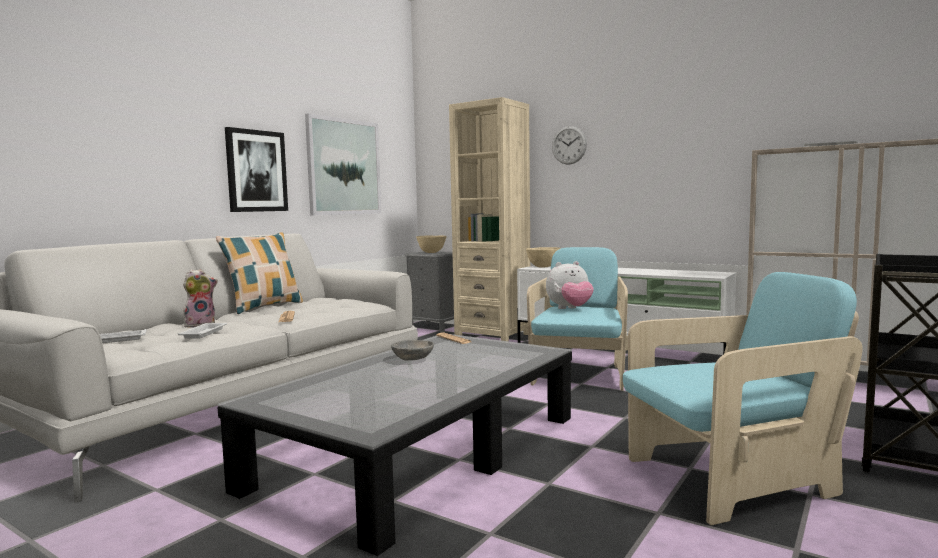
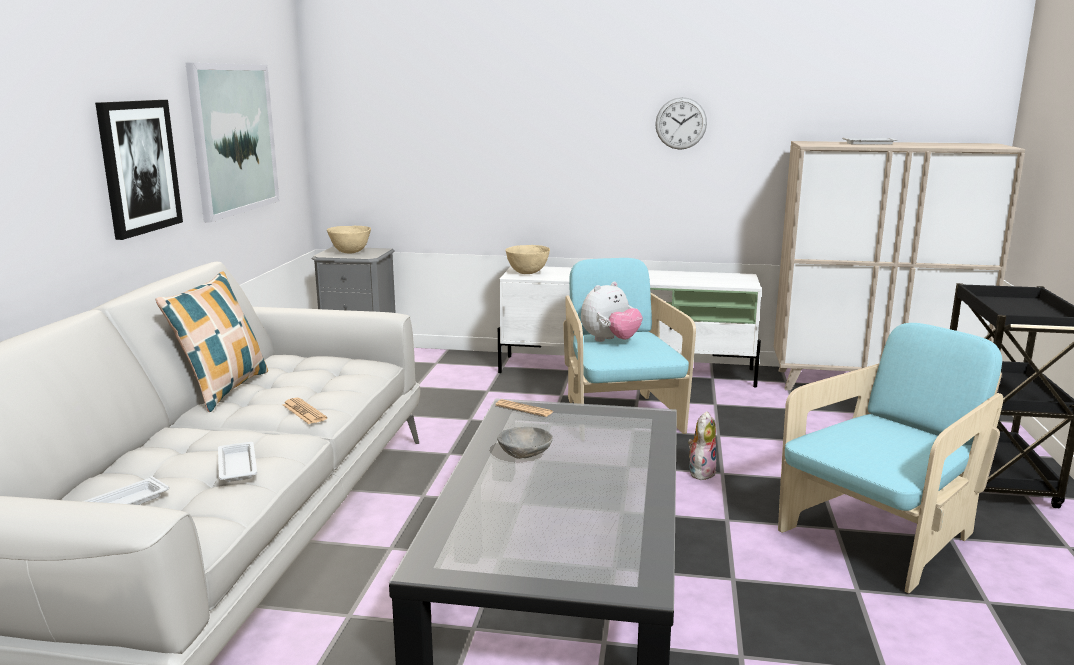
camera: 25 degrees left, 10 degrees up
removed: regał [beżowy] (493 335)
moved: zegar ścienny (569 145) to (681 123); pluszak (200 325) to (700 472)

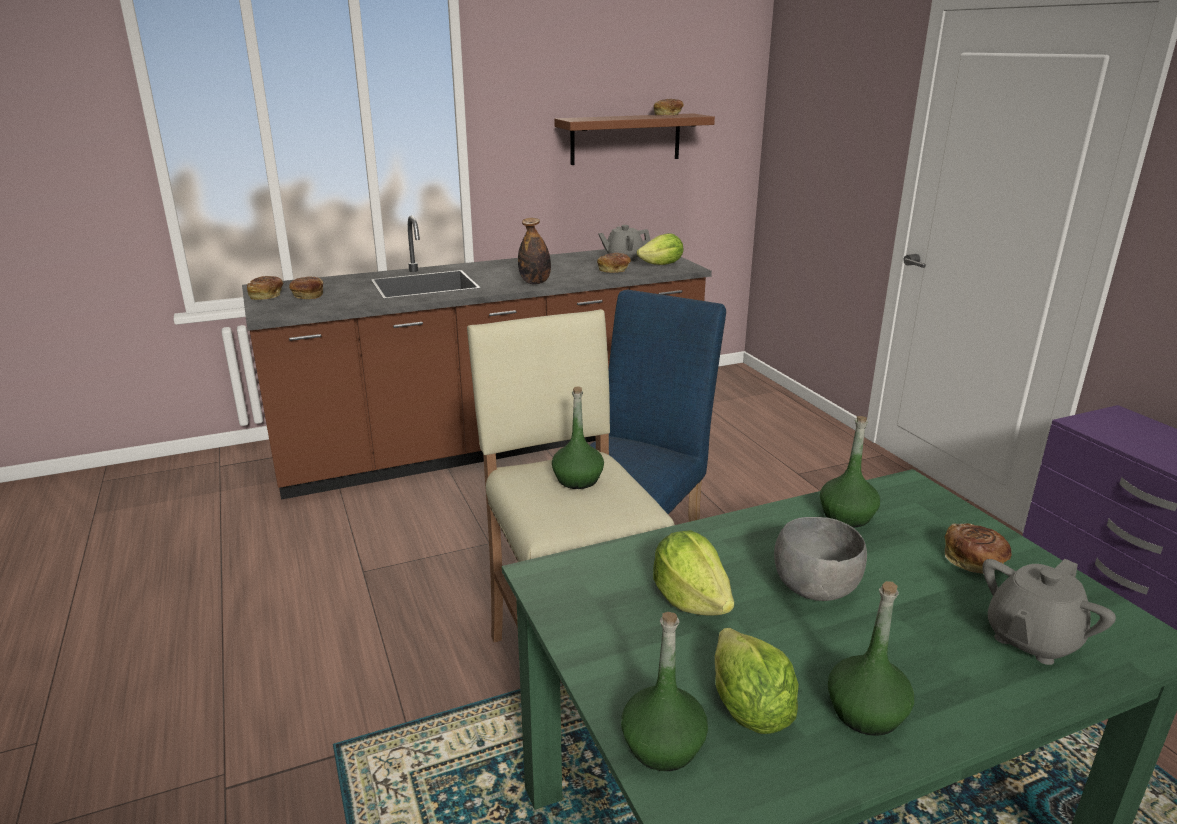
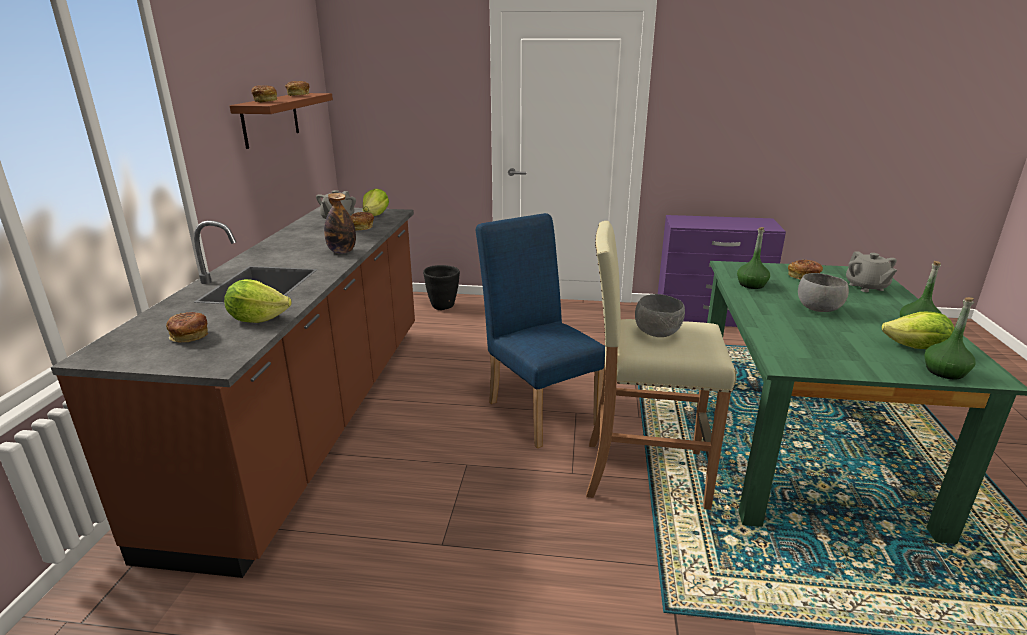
camera: 60 degrees left, 0 degrees up
added: donica [czarny] (443 306)
moved: sałata (691 599) to (258 319); chleb (266 296) to (265 101)
replaced: butelka [zielony] (578 480) to miska [szary] (658 333)

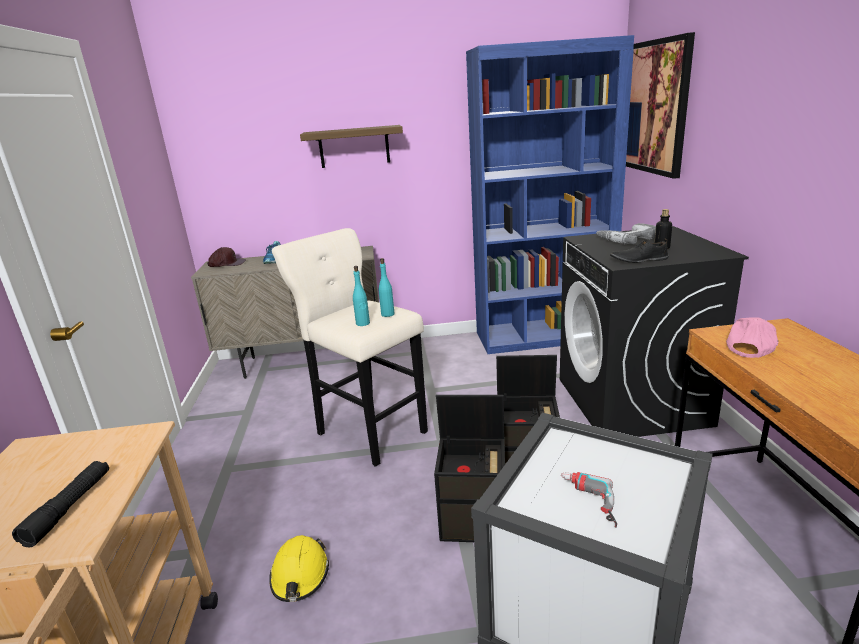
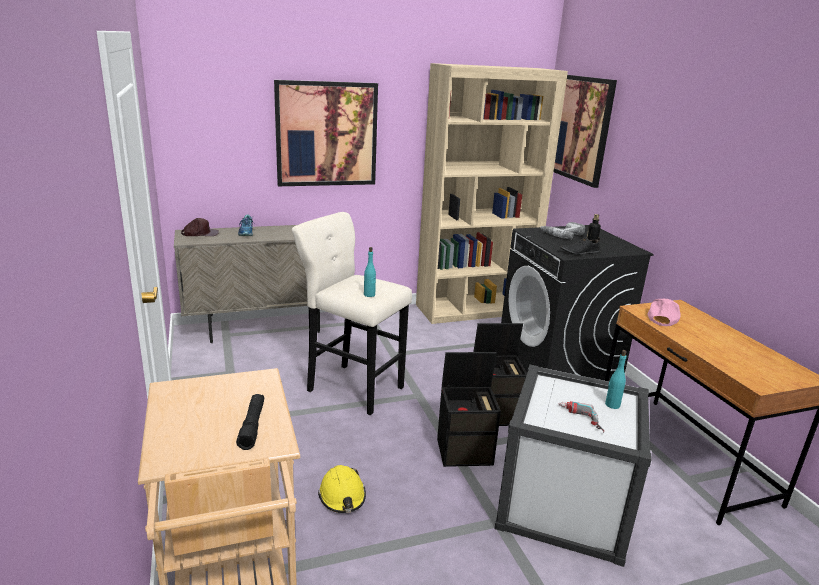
camera: 15 degrees left, 0 degrees up
moved: butelka [turkusowy] (387 314) to (612 405)
replaced: półka (354 146) to obraz (326 134)
recoloured: regał [niebieski] (543 336) to regał [beżowy] (474 309)

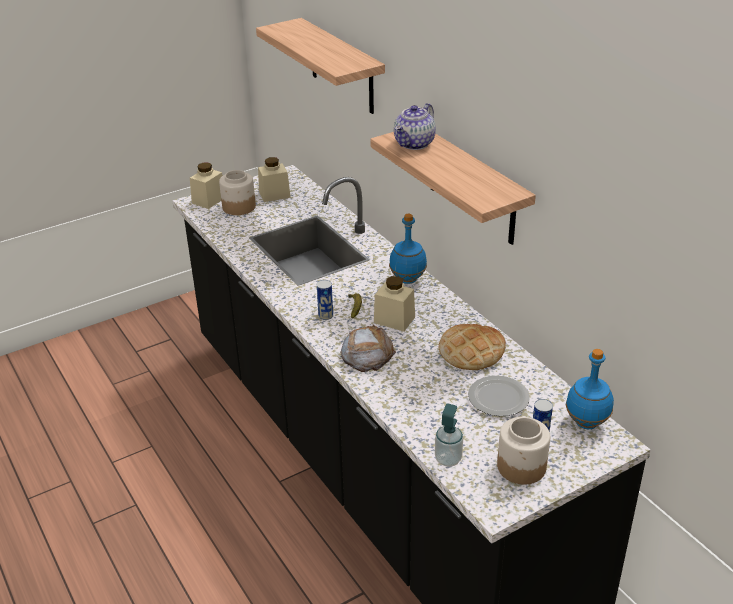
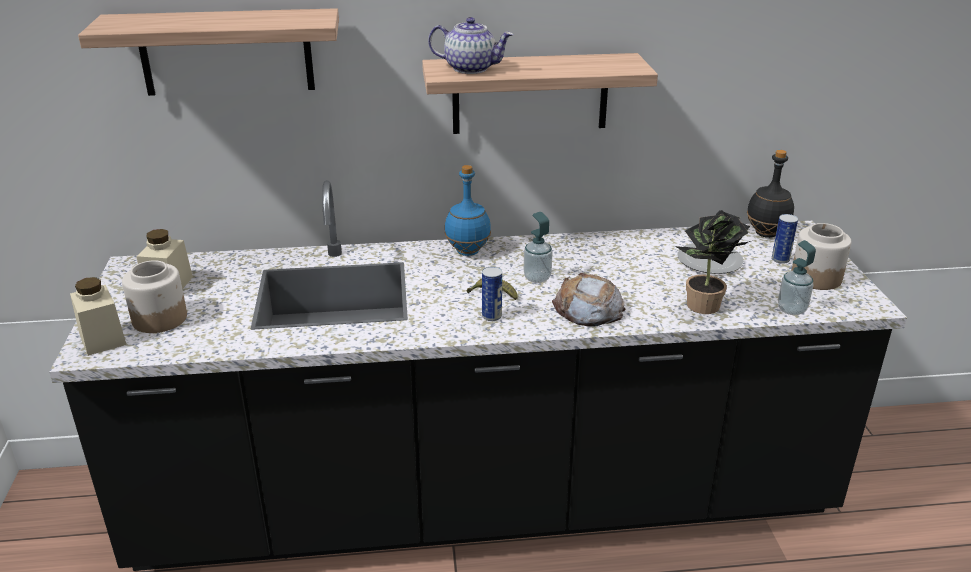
camera: 65 degrees left, 5 degrees down
removed: chleb (471 352)
added: roślina doniczkowa (705 308)
replaced: słoik [beżowy] (394 320) to dozownik mydła (537 278)
recoloured: butelka [niebieski] (586 422) to butelka [czarny] (765 234)
turned: imbryk (414 144) = (471 68) 45 degrees counterclockwise

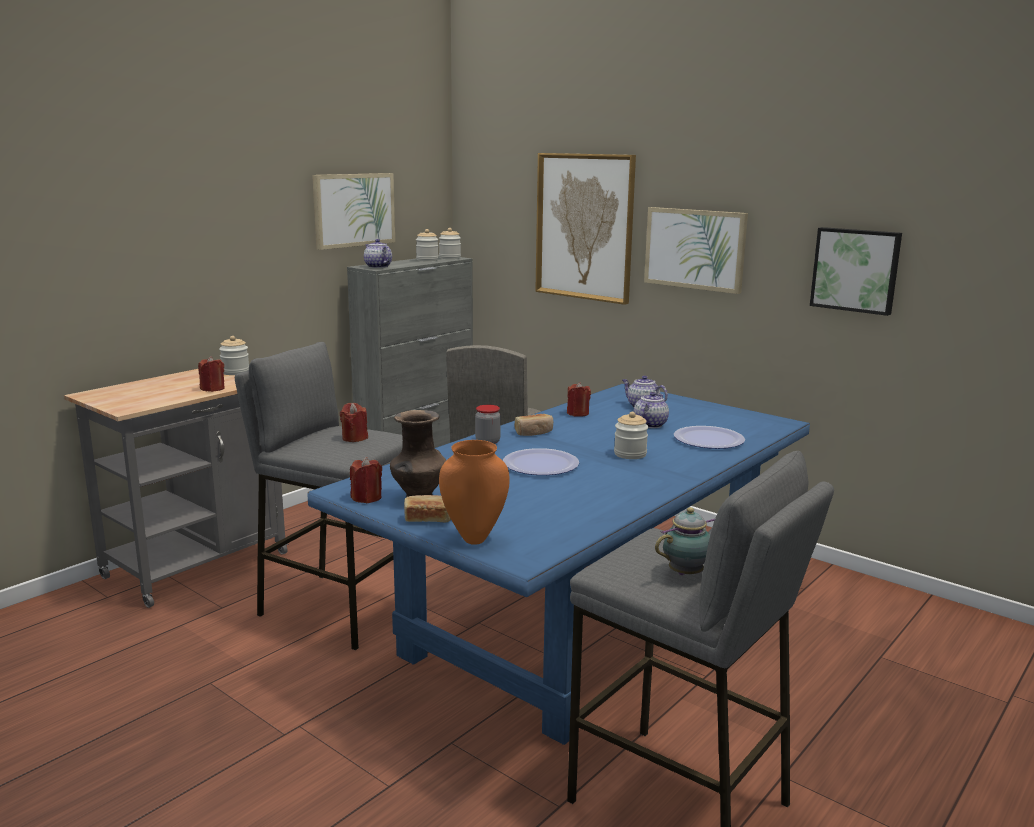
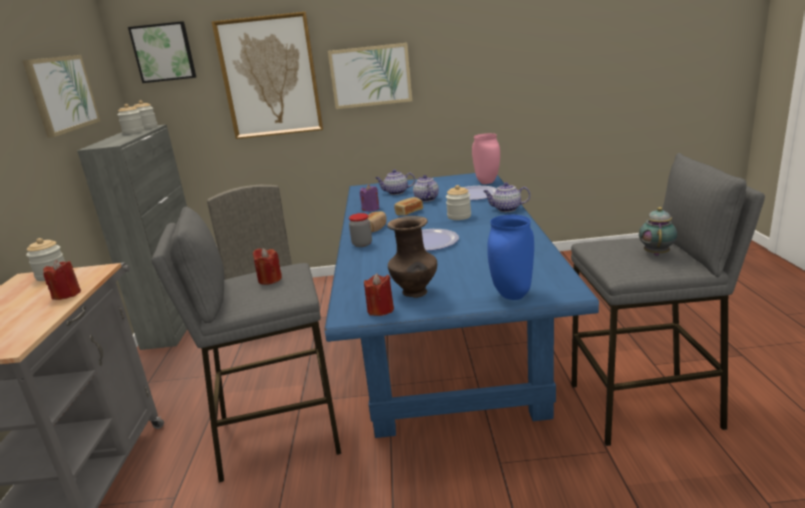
camera: 40 degrees left, 5 degrees up
added: wazon [różowy] (486 182)
moved: obraz (856 270) to (164 52); chleb (429 519) to (408 212); imbryk (377 267) to (506 209)
recoloured: świeca [czerwony] (578 413) to świeca [fioletowy] (371 209); wazon [pomarańczowy] (474 539) to wazon [niebieski] (513 296)

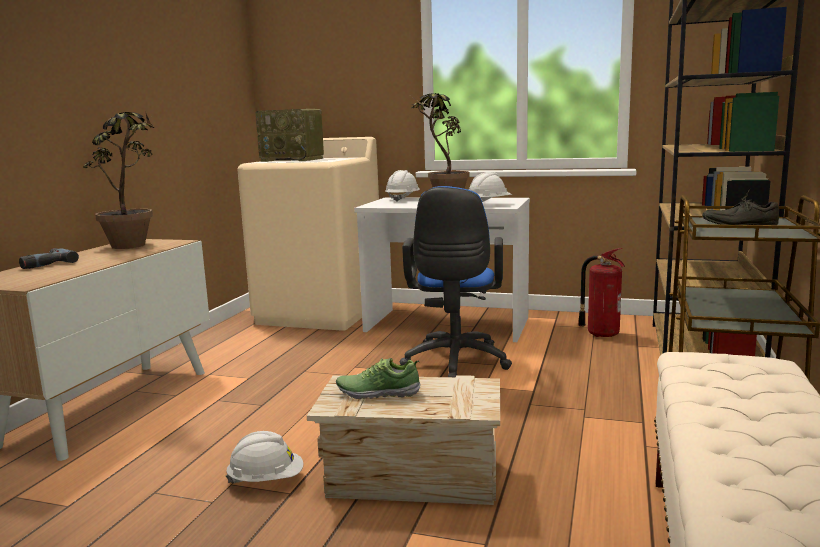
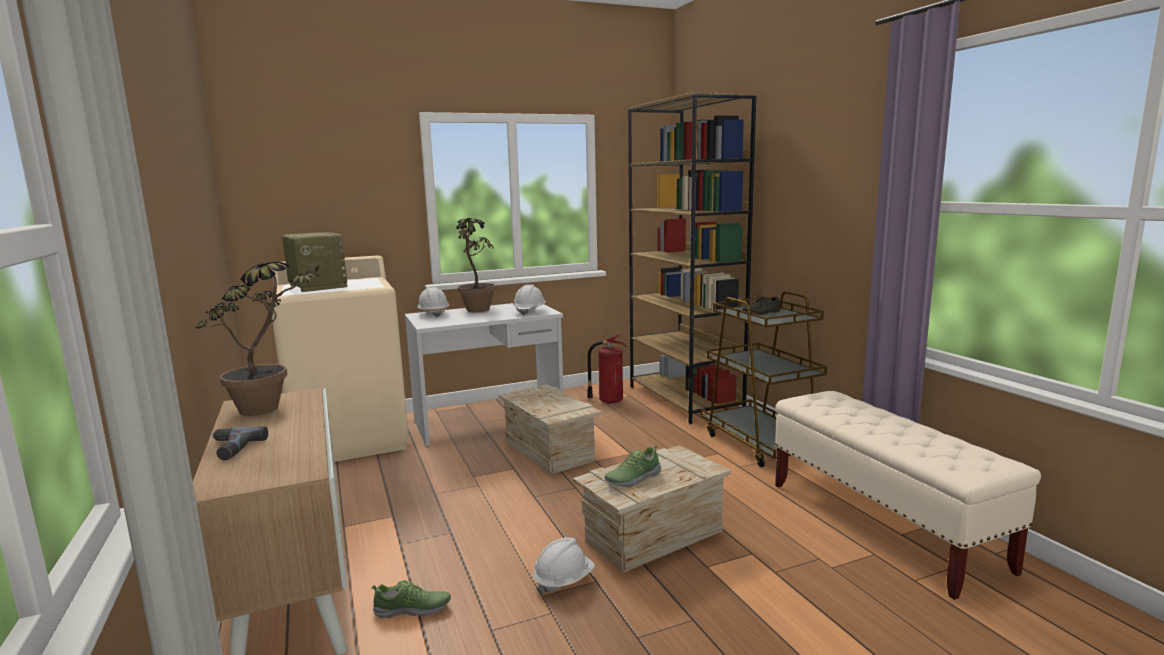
camera: 40 degrees left, 0 degrees up
added: but (413 610)
replaced: krzesło biurowe [niebieski] (455 364) to skrzynka (548 450)
turned: radio (293 160) = (316 286) 105 degrees counterclockwise

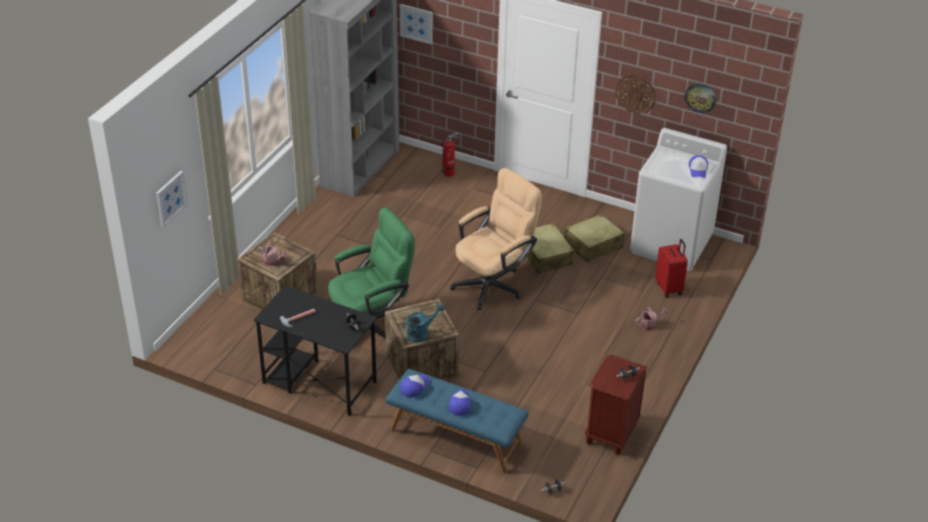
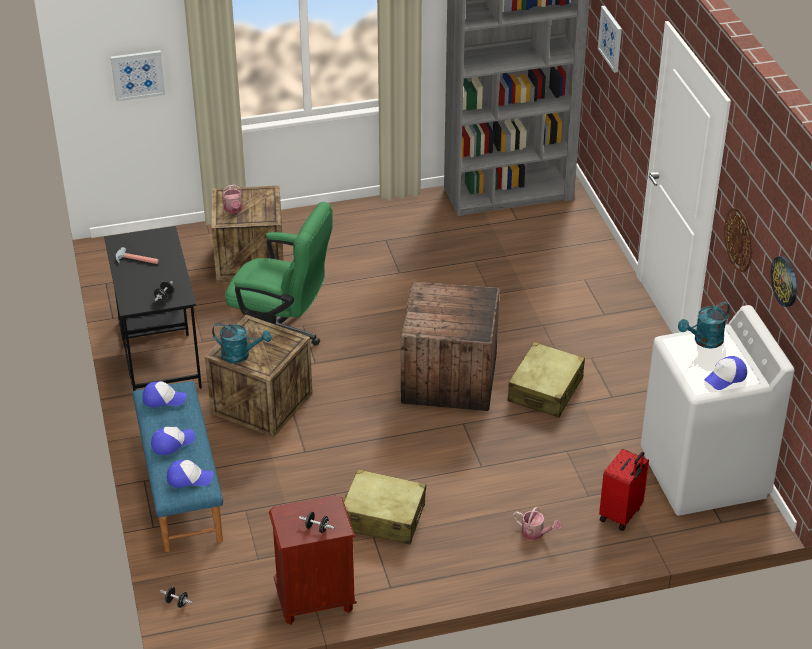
camera: 50 degrees right, 0 degrees up
removed: gaśnica (450 173)
added: czapka z daszkiem (189 478); konewka [turkusowy] (704 341)
moved: walizka [beżowy] (592 245) to (383 517)
replaced: krzesło biurowe [beżowy] (494 283) to skrzynka (450 380)

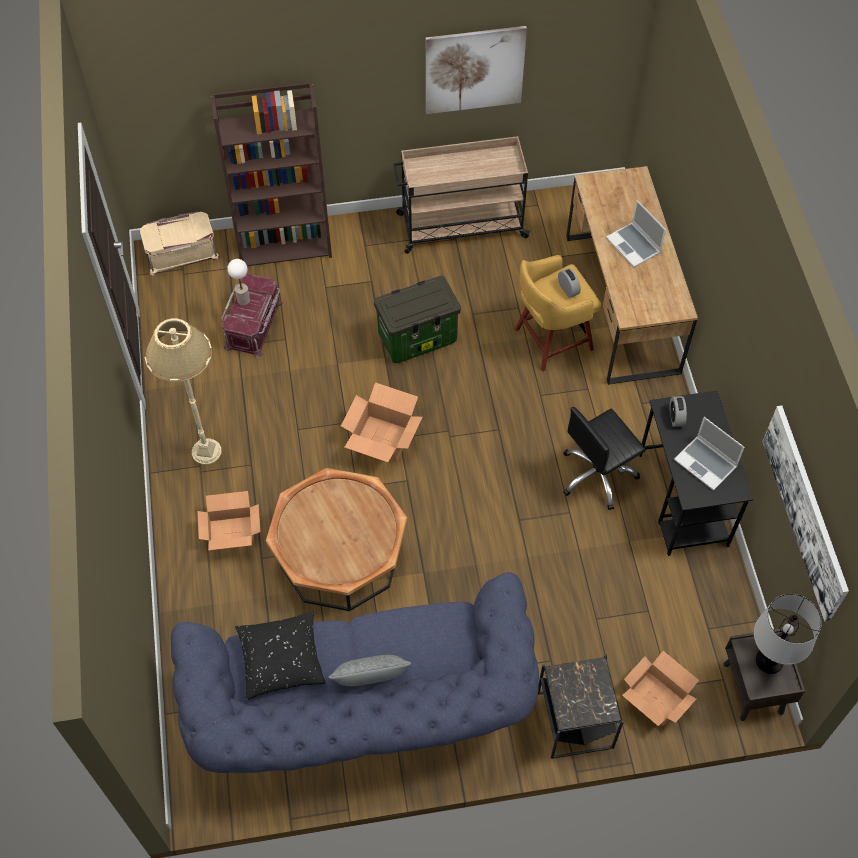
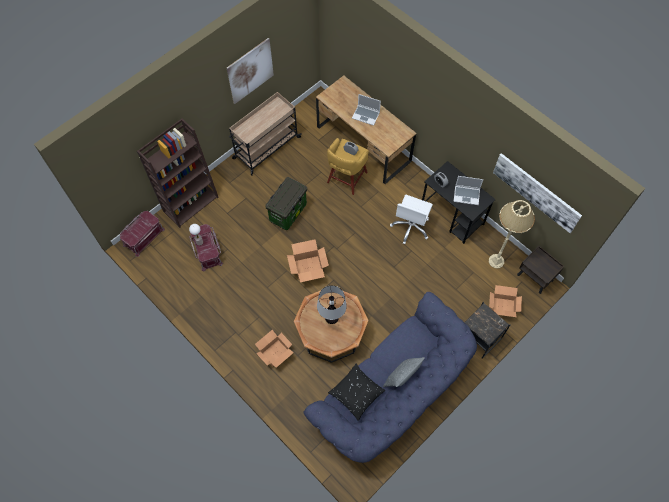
camera: 35 degrees left, 5 degrees up
moved: lampa stołowa (769 660) to (331 317); lampa stojąca [beżowy] (206 452) to (496 261)
recoloured: pojemnik do przechowywania [beżowy] (181 252) to pojemnik do przechowywania [czerwony] (143 237); krzesło biurowe [czarny] (597 475) to krzesło biurowe [biały] (410 227)

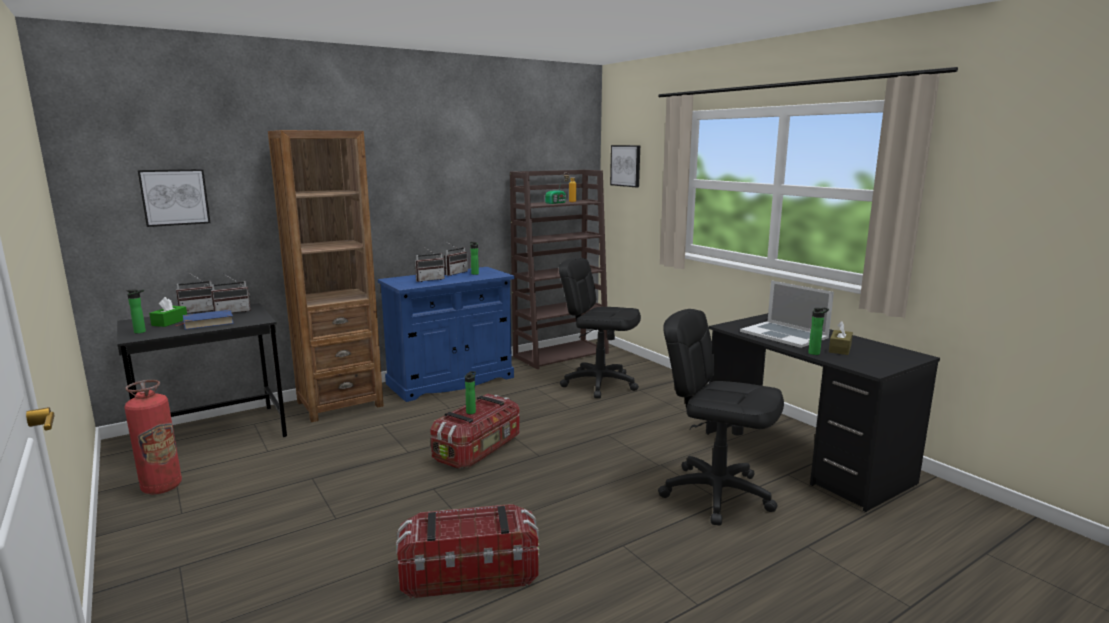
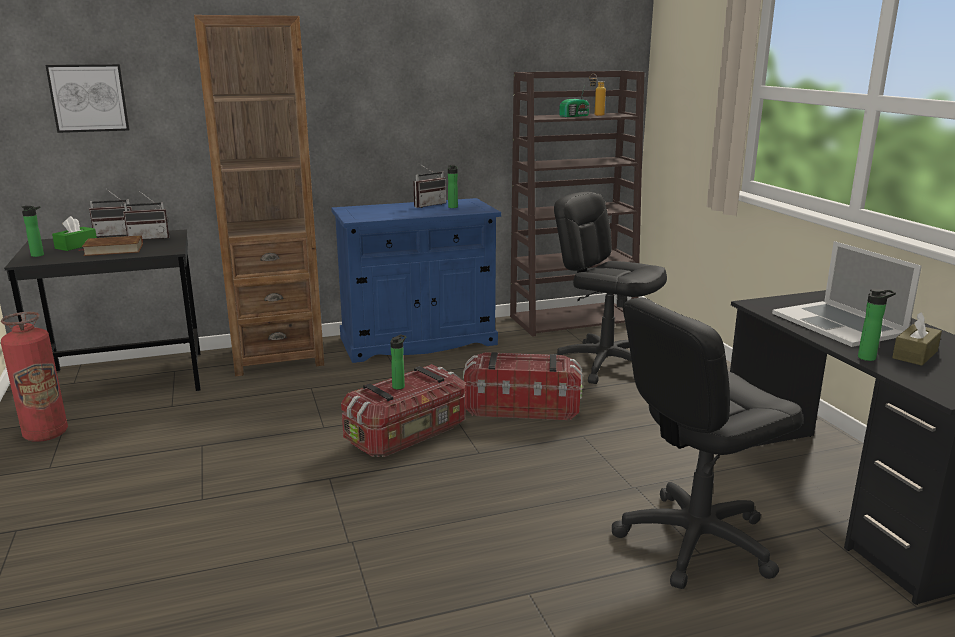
camera: 15 degrees right, 5 degrees up
removed: radio (429 279); obraz (626 165)
moved: pojemnik do przechowywania (469 573) to (522 407)
recoloured: książka [niebieski] (208 323) to książka [brązowy] (113 249)
turned: krzesło biurowe [czarny] (716 494) = (695 541) 75 degrees counterclockwise

